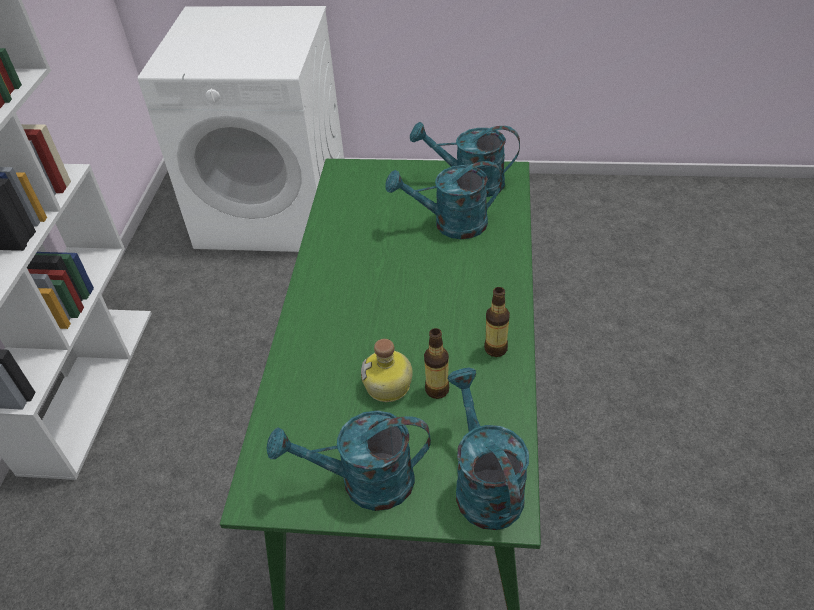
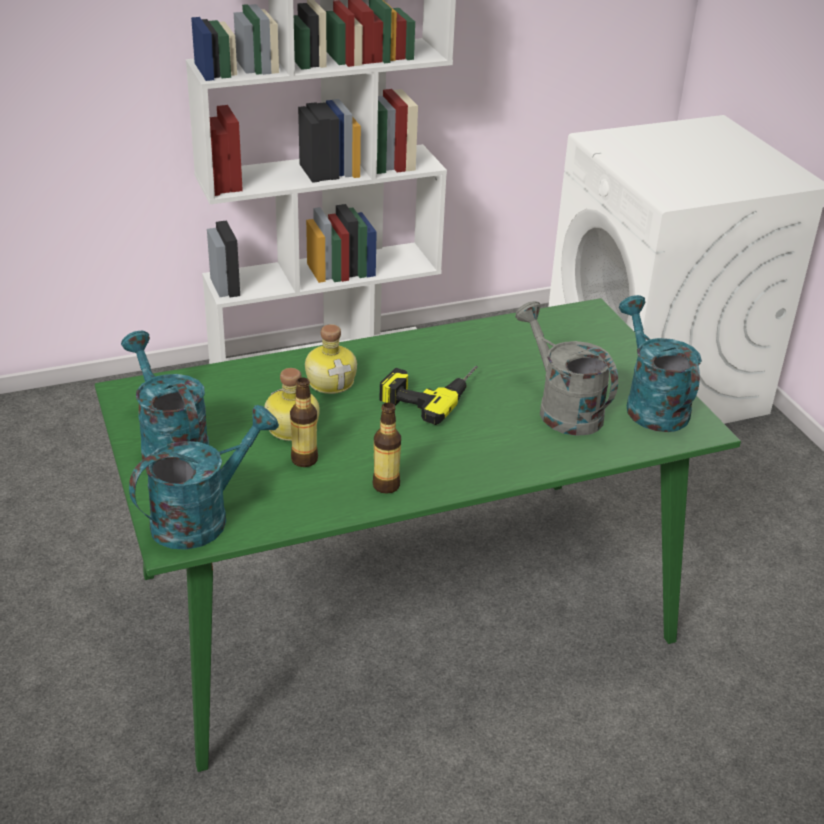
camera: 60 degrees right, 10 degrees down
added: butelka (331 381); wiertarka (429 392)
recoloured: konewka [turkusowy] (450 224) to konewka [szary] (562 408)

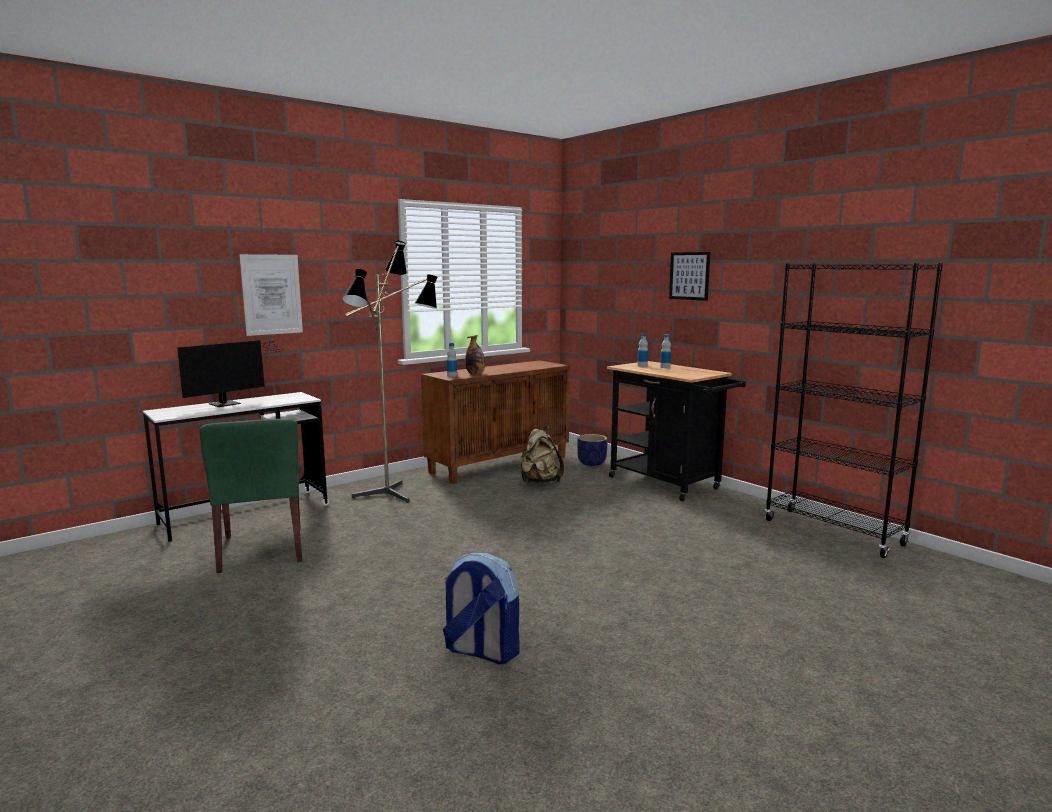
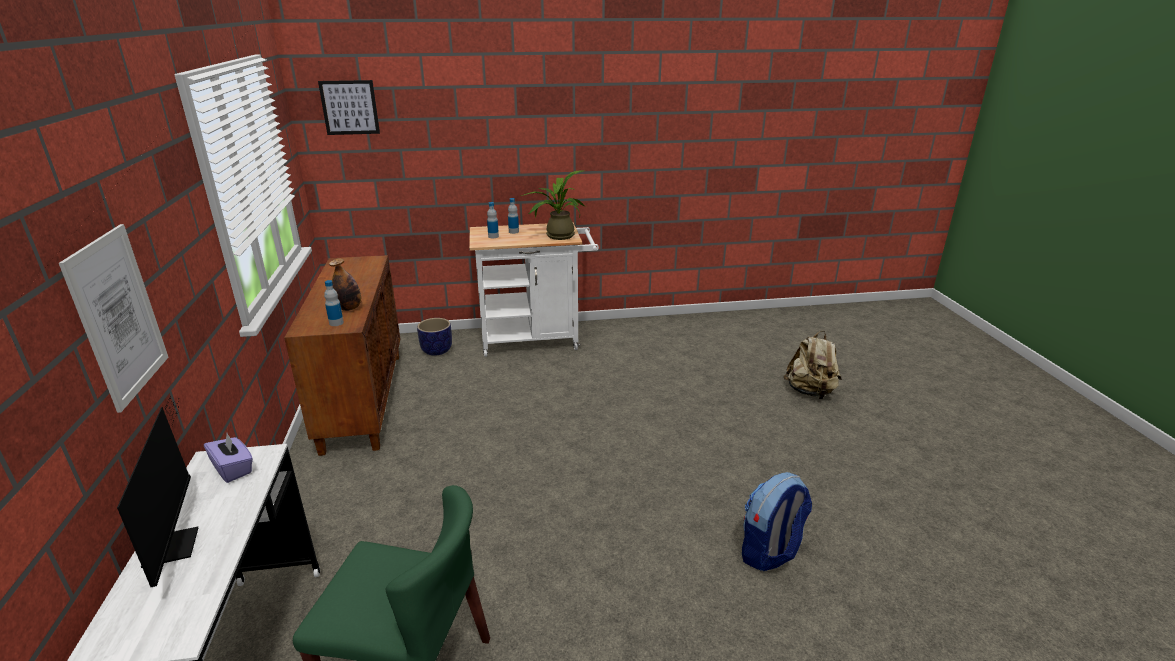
camera: 60 degrees left, 15 degrees up
removed: lampa stojąca (394 494); regał [czarny] (833 532)
added: pudełko chusteczek [fioletowy] (233 469); roślina doniczkowa (556 236)
moved: obraz (689 276) to (349 107); plecak [beżowy] (539 482) to (810 392)
recoloured: wózek [czarny] (669 484) to wózek [biały] (536 339)

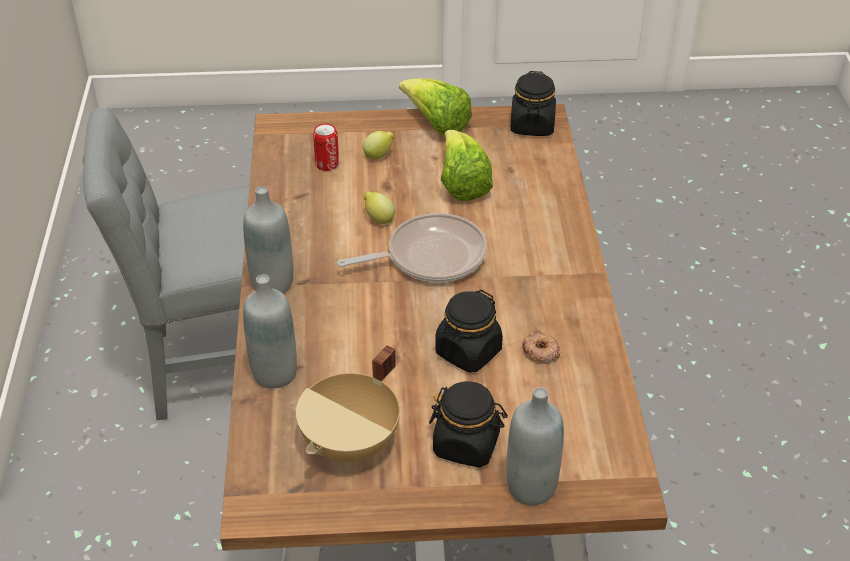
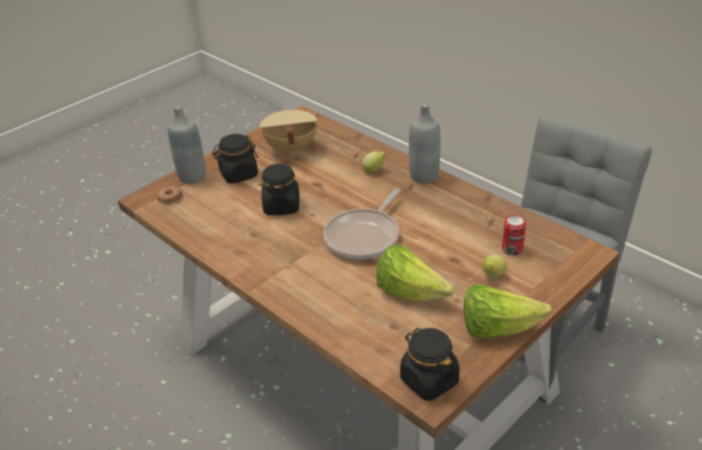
camera: 140 degrees right, 5 degrees down
removed: butelka [szary] (274 373)
moved: donut (540 351) to (170 197); cytryna (378 219) to (374 170)

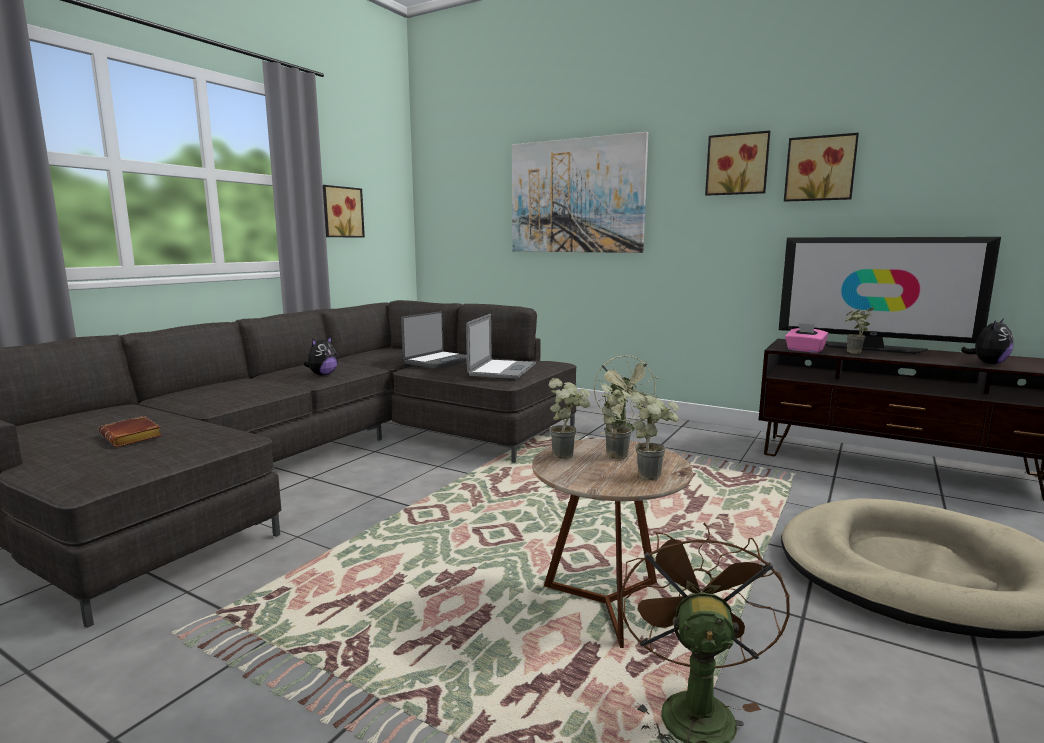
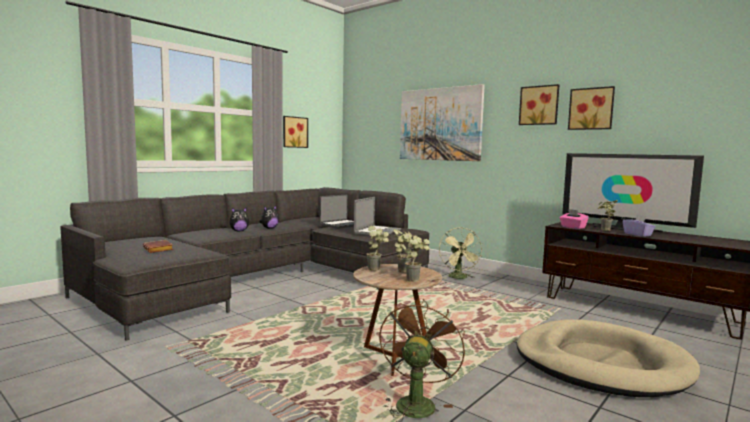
camera: 10 degrees right, 5 degrees down
added: pudełko chusteczek [fioletowy] (637 234)
moved: pluszak (987 363) to (239 231)

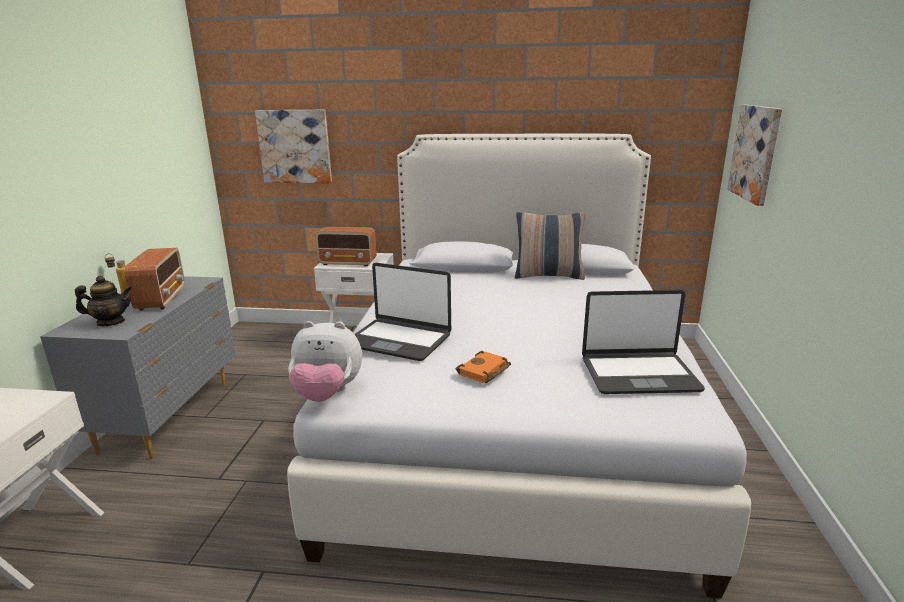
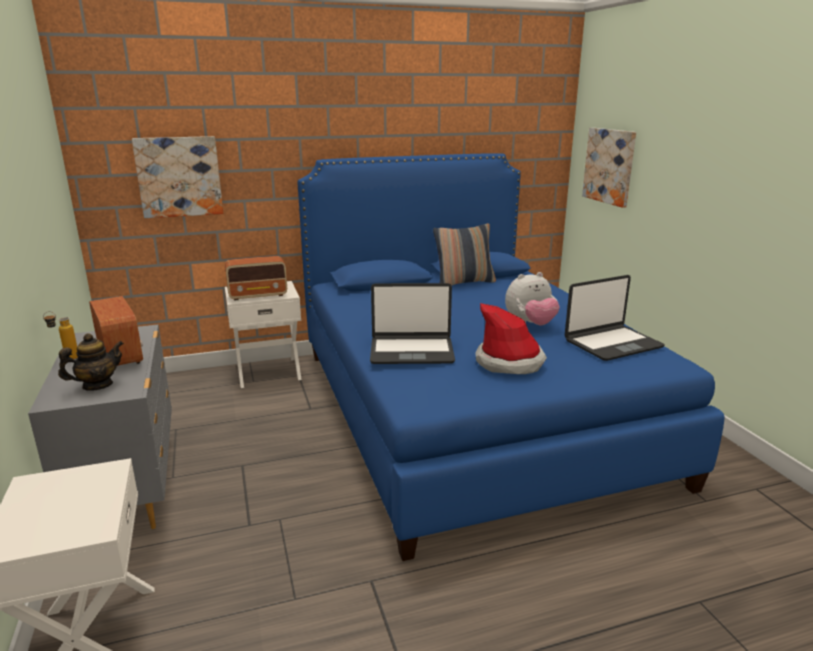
camera: 25 degrees left, 0 degrees up
moved: pluszak (327 394) to (530 324)
replaced: książka [pomarańczowy] (484 372) to kapelusz (509 362)
recoloured: łóżko [biały] (510 417) to łóżko [niebieski] (467 411)

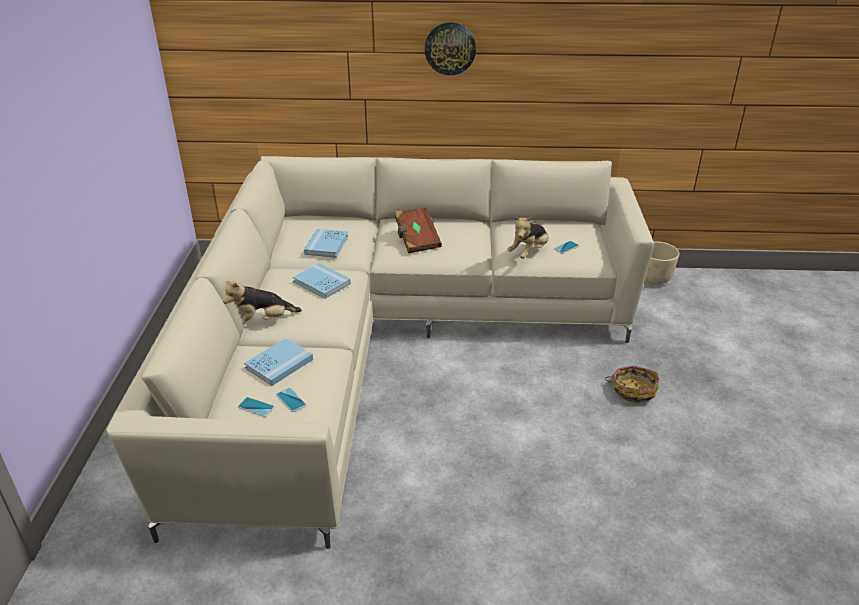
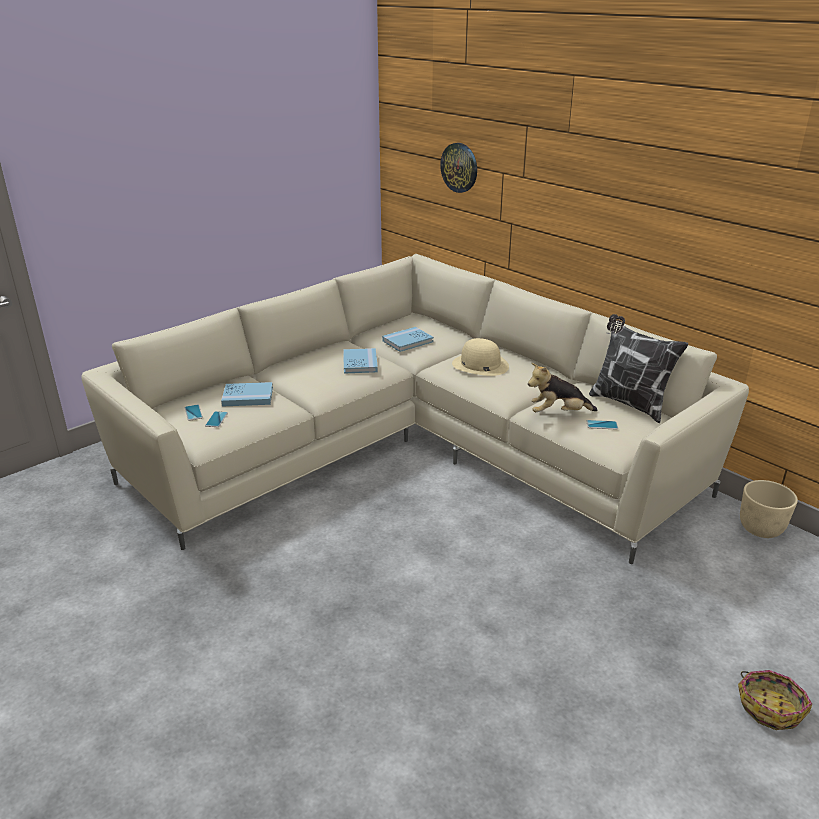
camera: 45 degrees right, 5 degrees down
removed: pluszak (262 322)
added: poduszka (628 403)
moved: zegar ścienny (450 48) to (459 167); koszyk (633 390) to (770 707)
replaced: książka [brązowy] (416 240) to kapelusz [beżowy] (480 365)

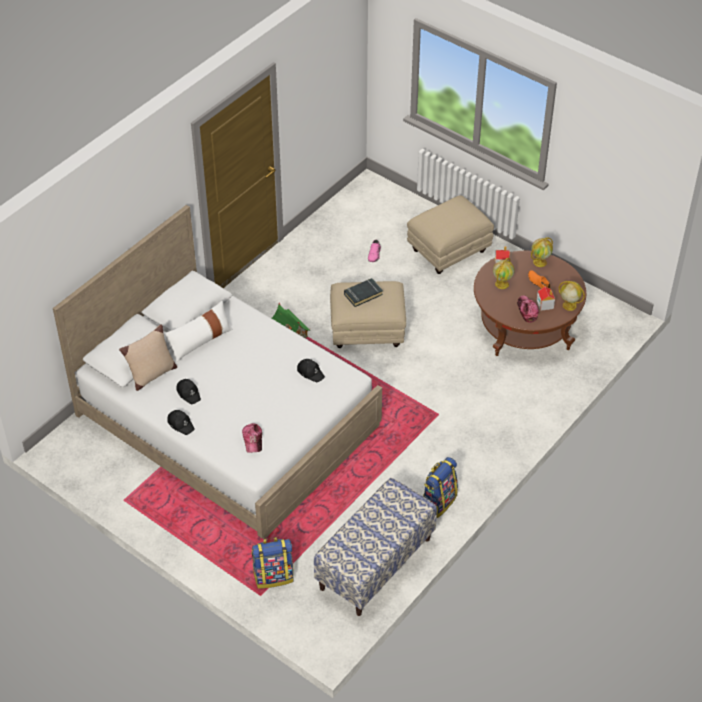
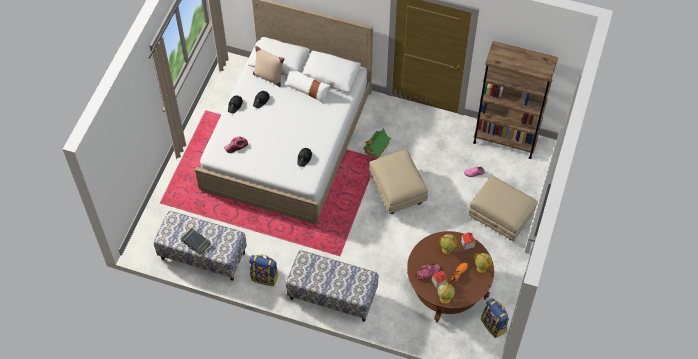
camera: 70 degrees right, 10 degrees up
added: ławka (332 296); regał [brązowy] (505 140)
moved: książka [czarny] (363 294) to (196 242); plecak (274 576) to (494 325)

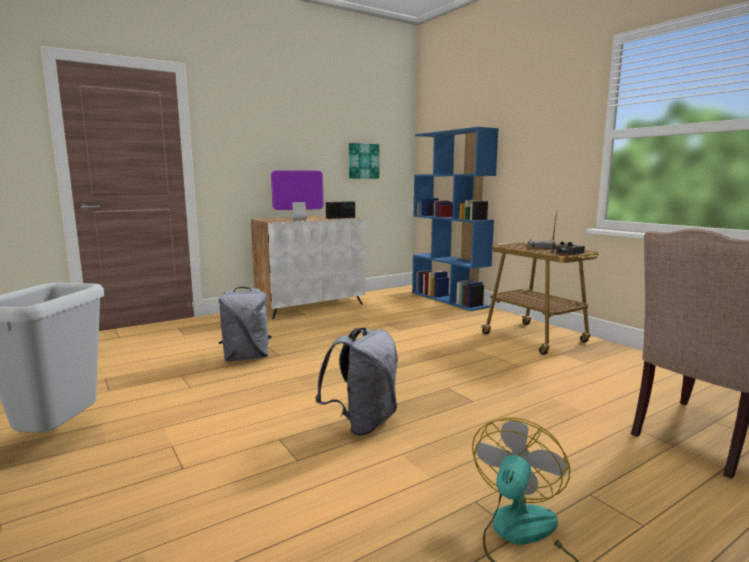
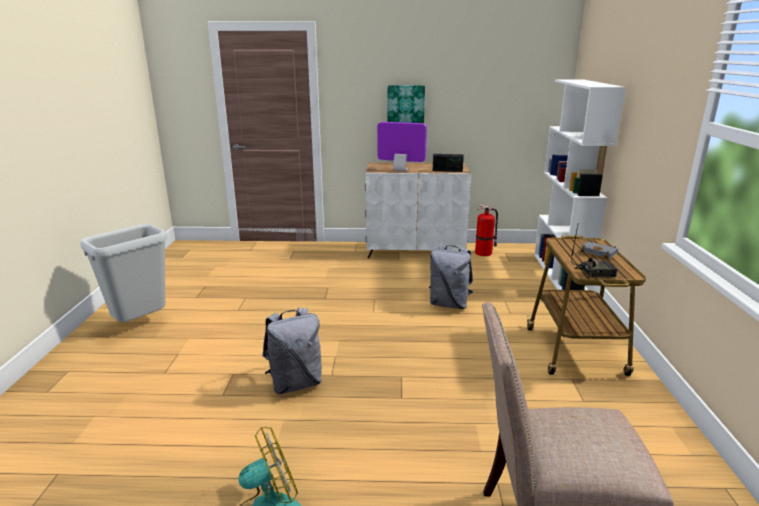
camera: 35 degrees right, 10 degrees up
added: gaśnica (484 253)
moved: obraz (363 161) to (405 104); plecak [szary] (246 357) to (449 304)
recoloured: regał [niebieski] (449 299) to regał [biały] (561 274)

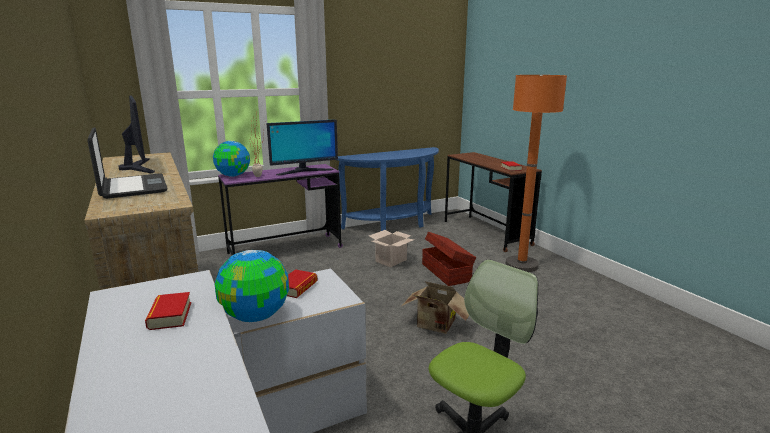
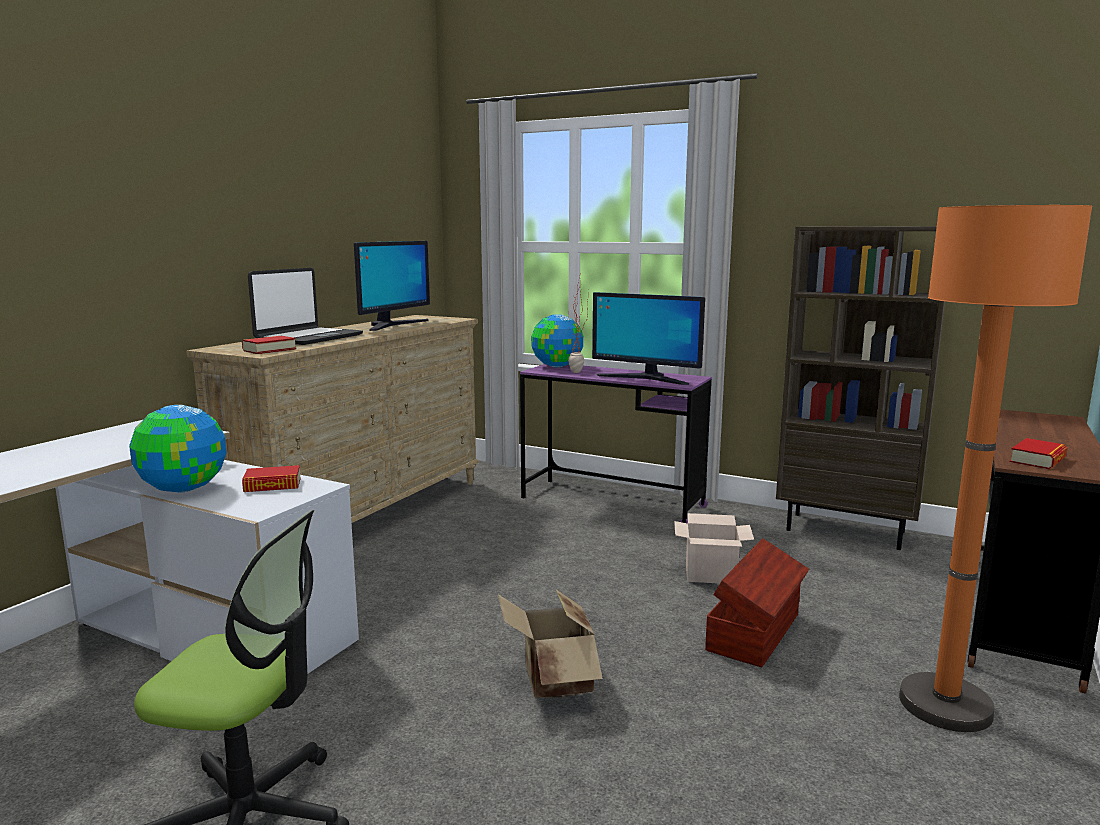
camera: 55 degrees right, 5 degrees down
moved: książka (170 315) to (269 350)
replaced: stolik konsolowy [niebieski] (393 225) to regał [brązowy] (846 531)

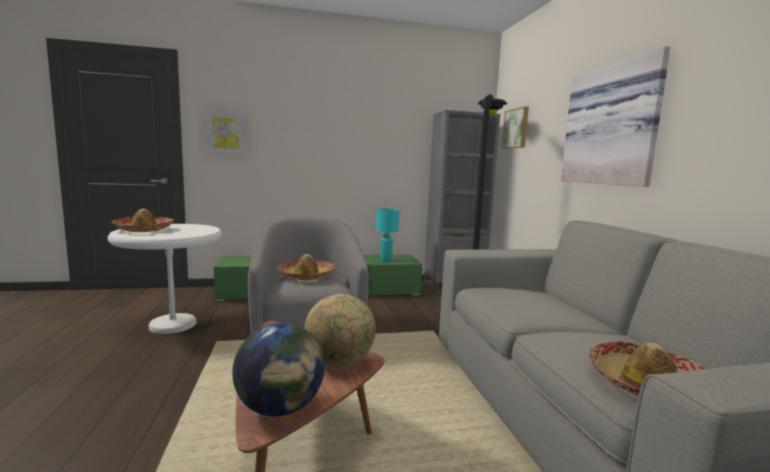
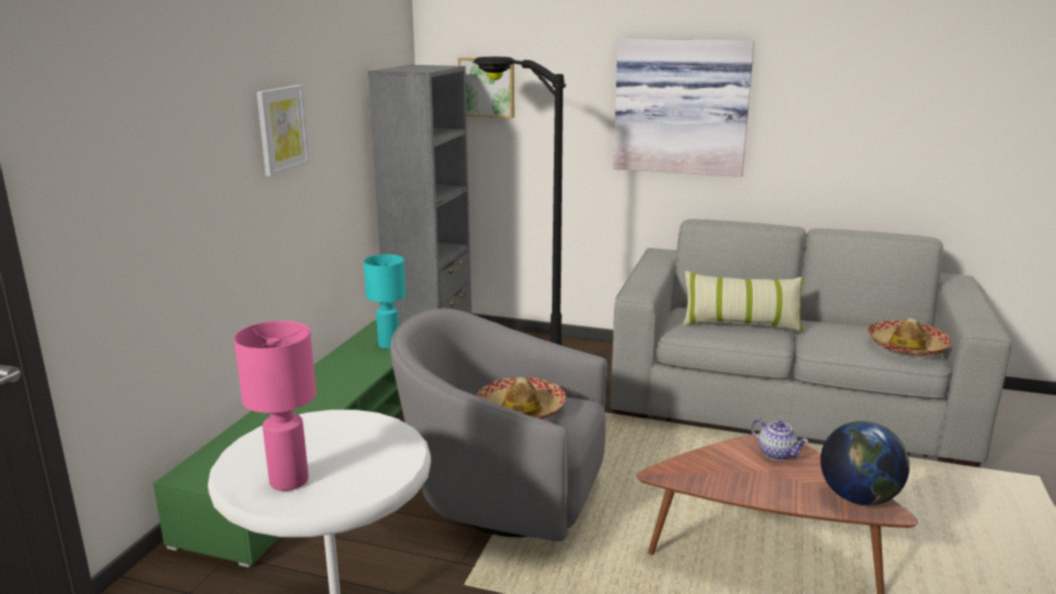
camera: 60 degrees left, 10 degrees up
added: poduszka (740 324)
moved: obraz (226 133) to (281 129)
replaced: kapelusz (144 229) to lampa stołowa [różowy] (290 481); globus (340 362) to imbryk (777 454)

